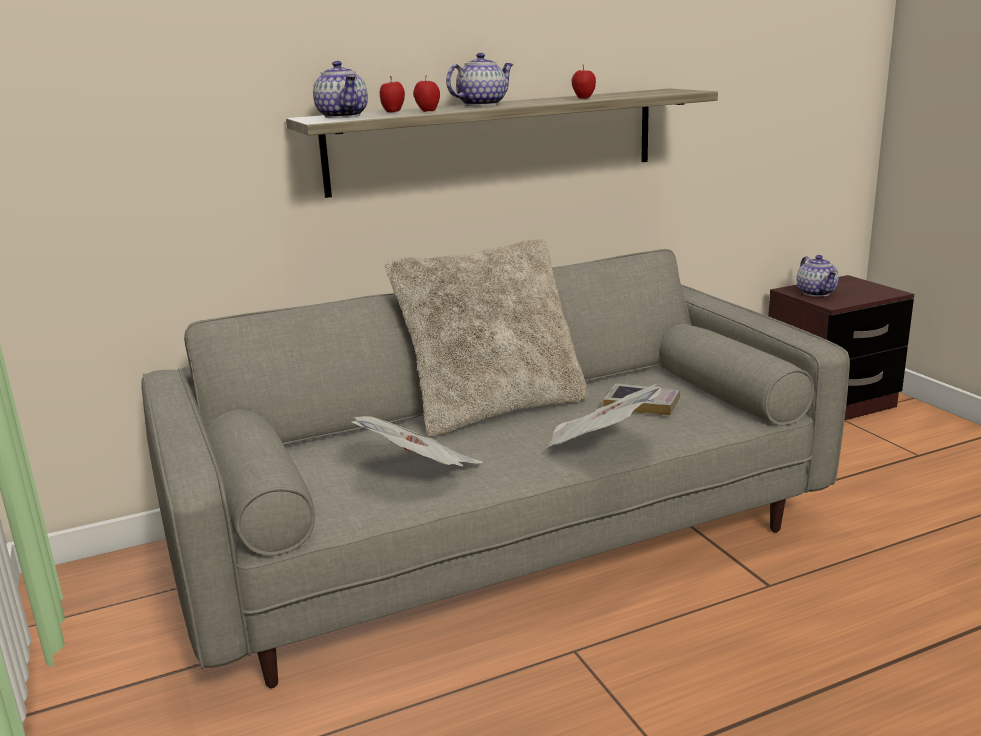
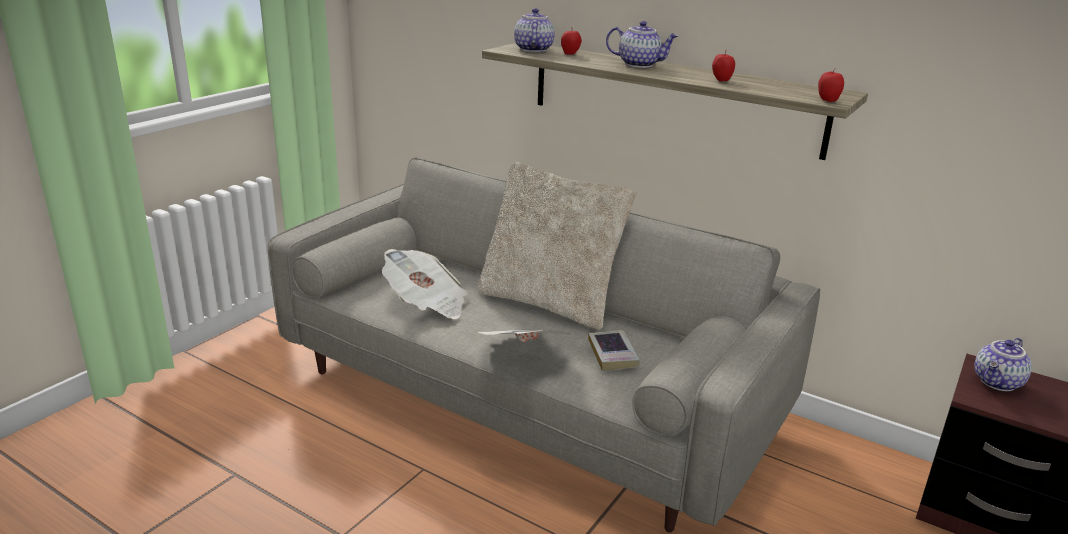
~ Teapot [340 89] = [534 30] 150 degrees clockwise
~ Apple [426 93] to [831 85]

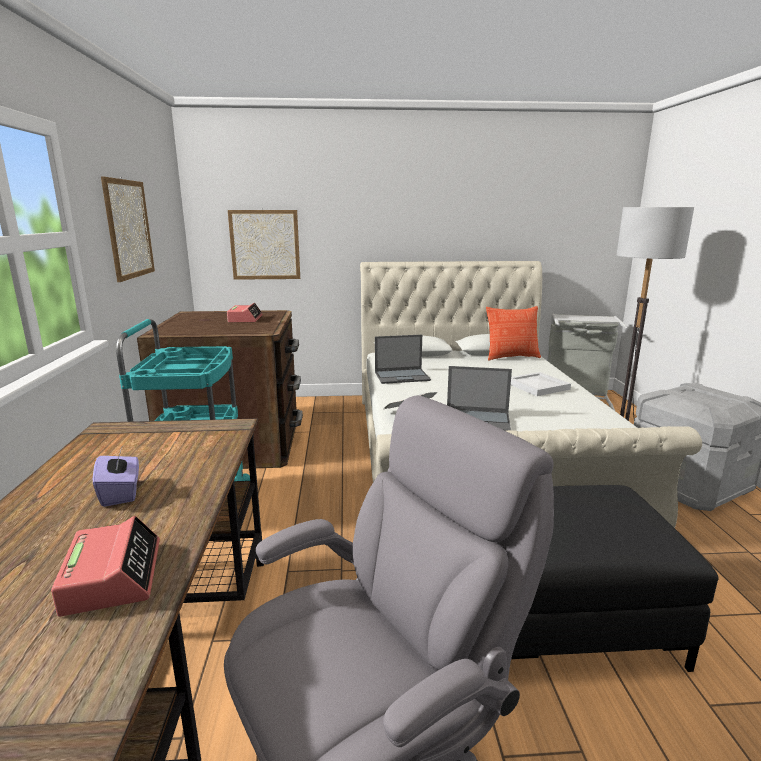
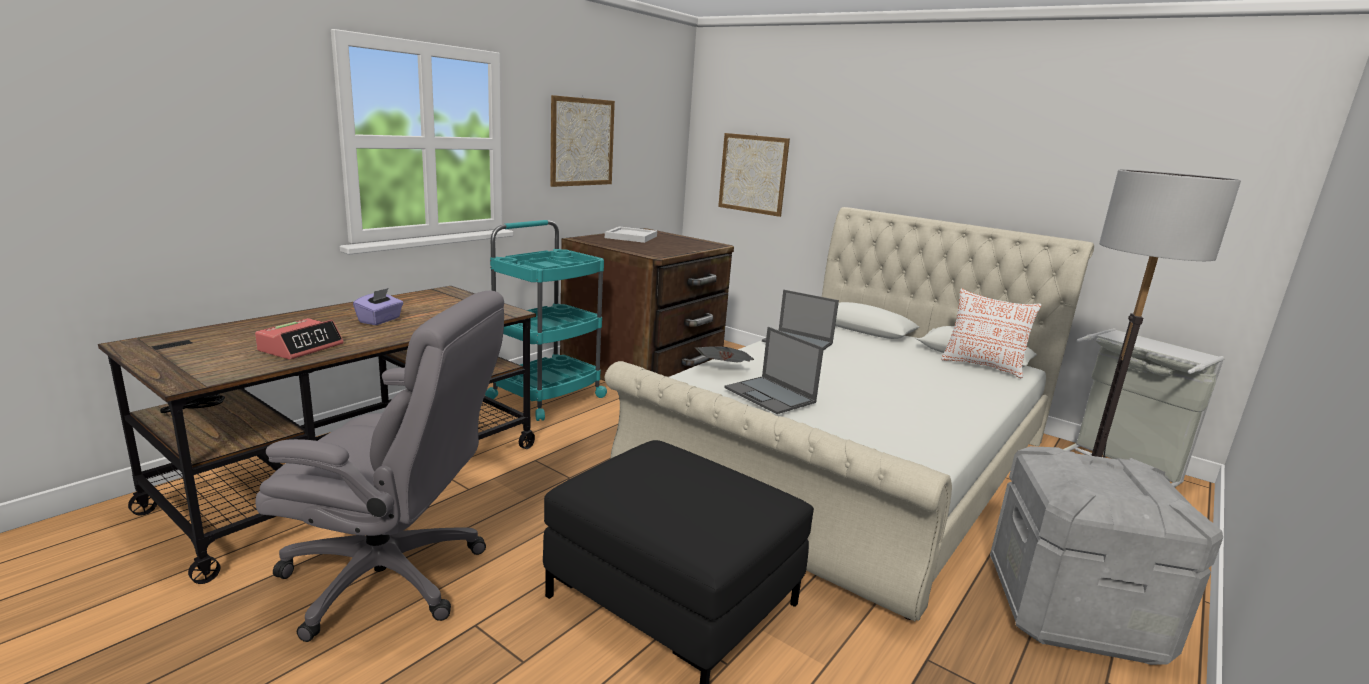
~ WhiteTray [541 384] to [631 235]
~ OrangePillow [513 333] to WhitePillow [991 333]
- AlarmClock [245 312]

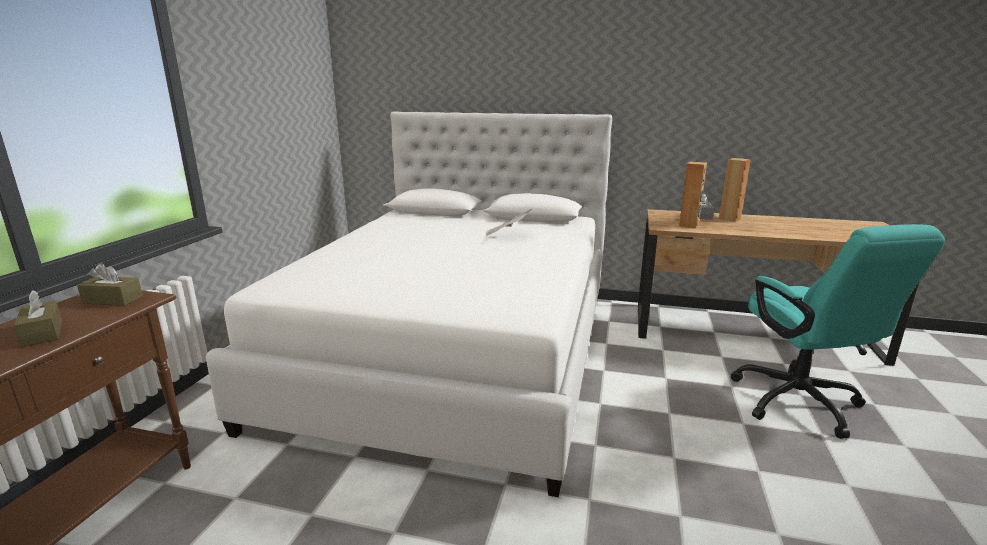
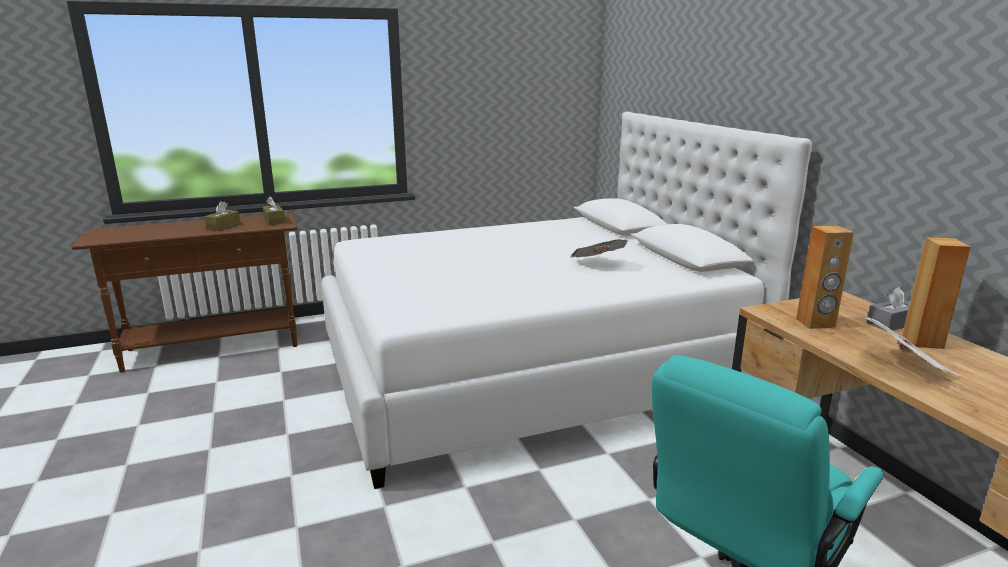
+ Newspaper [912 346]

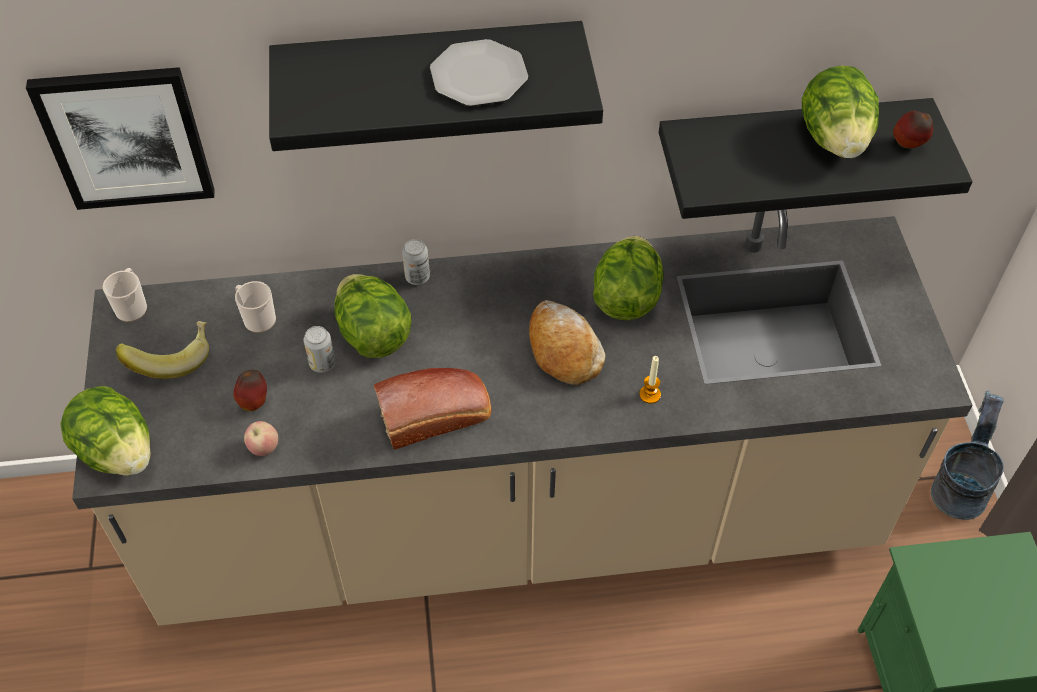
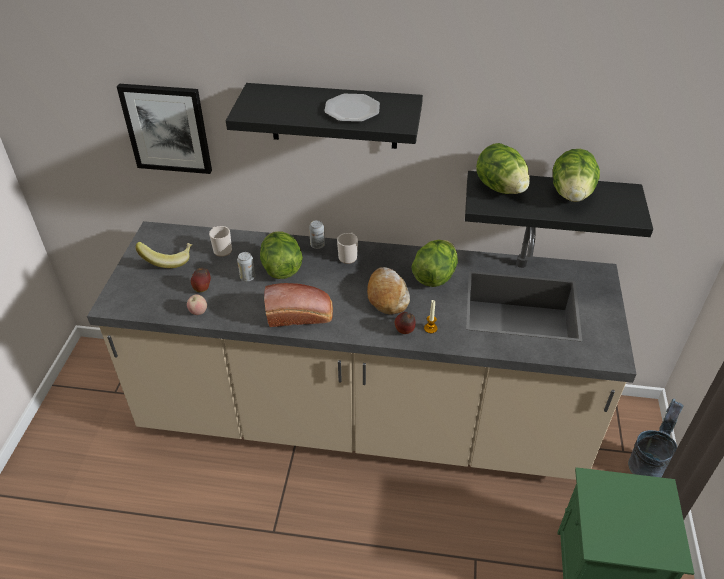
~ Mug [125 295] to [347 248]
~ Apple [913 129] to [405 323]
~ Lettuce [105 431] to [503 168]

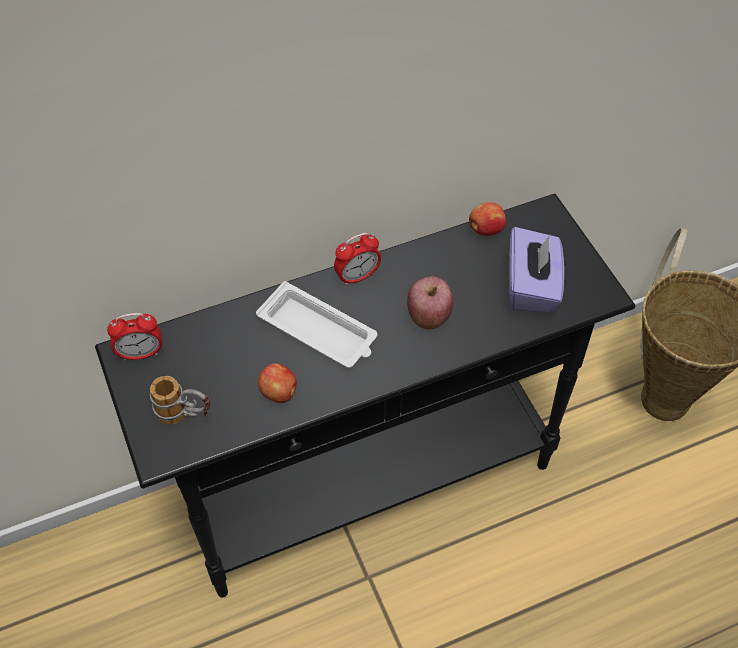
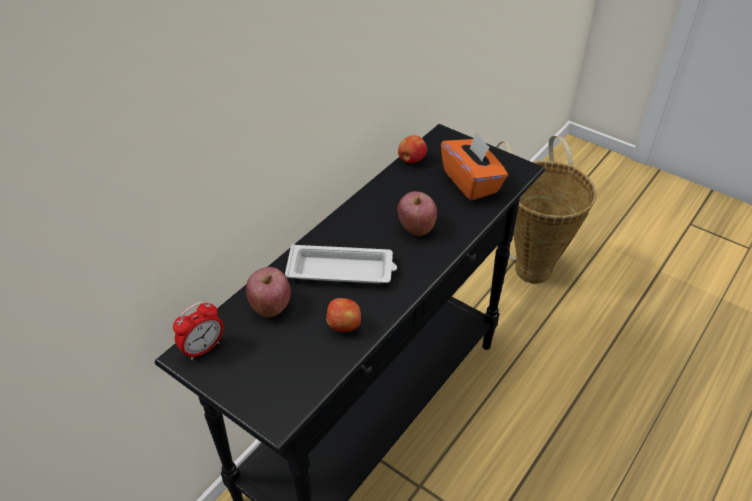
+ Apple [268 292]
~ PurpleTissueBox [536 270] to OrangeTissueBox [474 166]
- Mug [180 400]
- AlarmClock [357 259]

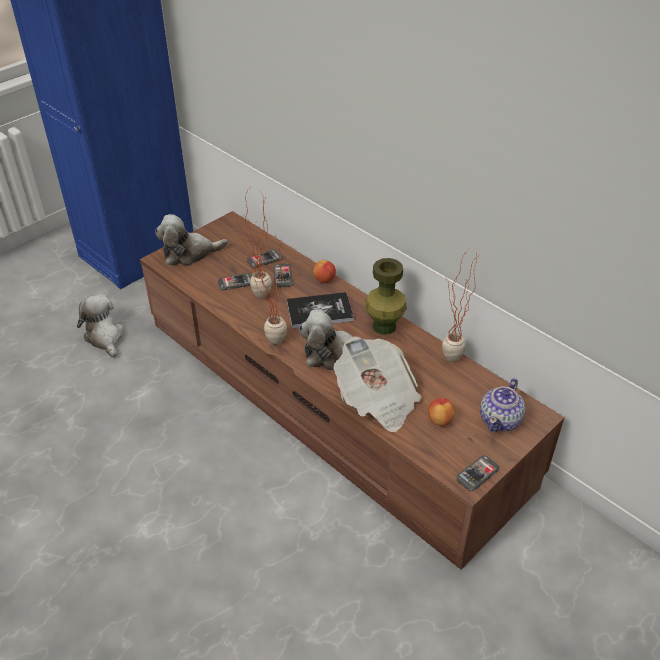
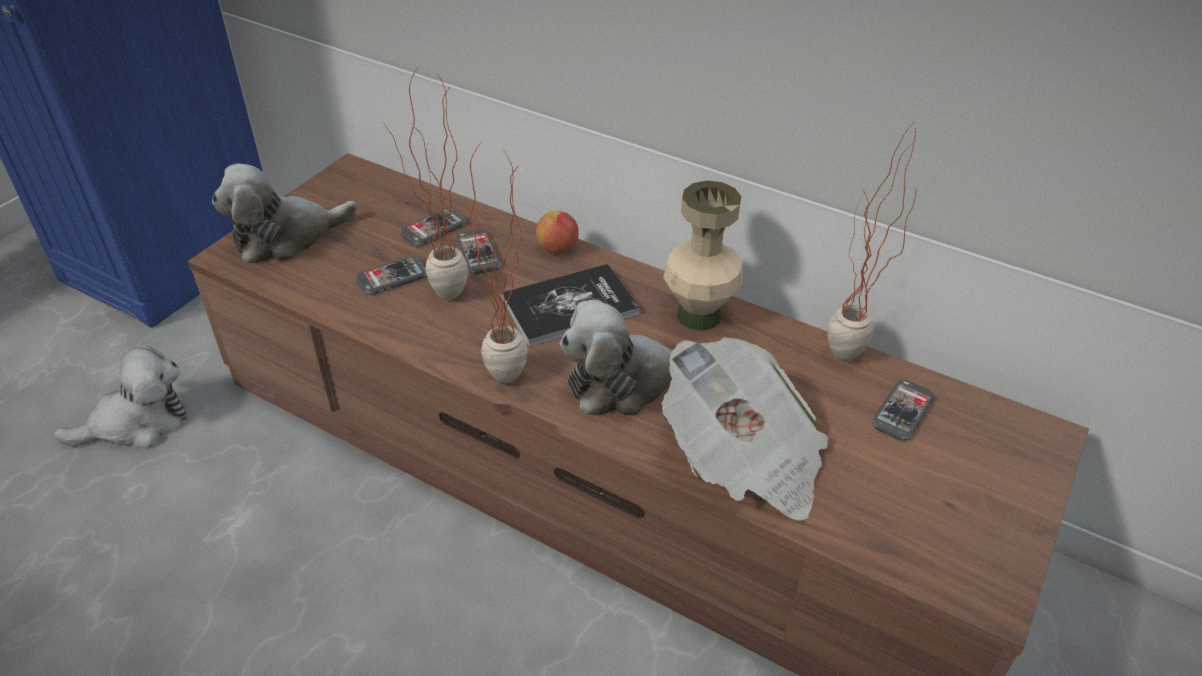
~ PlushToy [100 326] = [120 397] 105 degrees clockwise
~ GreenVase [386 296] to BeigeVase [703 255]
~ Phone [477 473] to [903 410]
- Apple [441 412]
- Teapot [502 405]

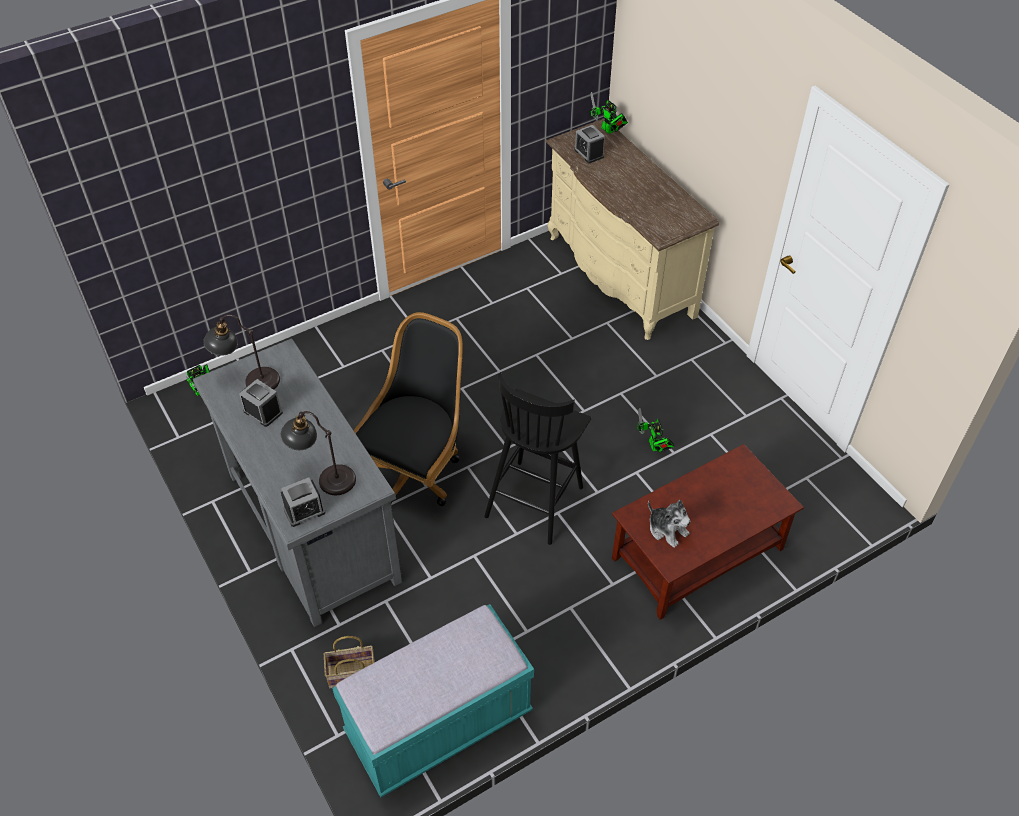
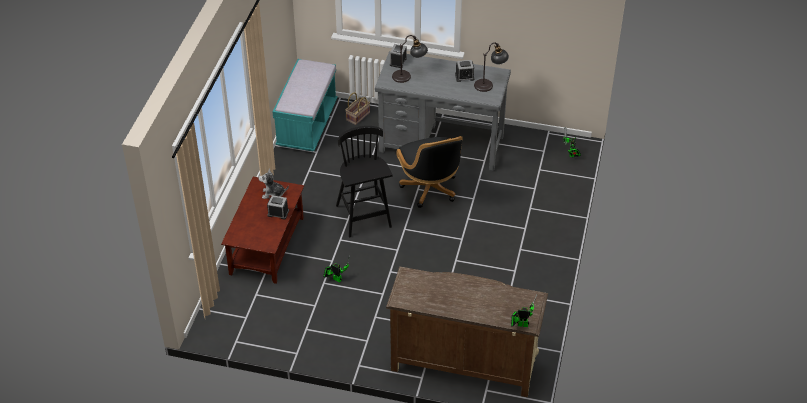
~ AlarmClock [589 144] to [278 207]

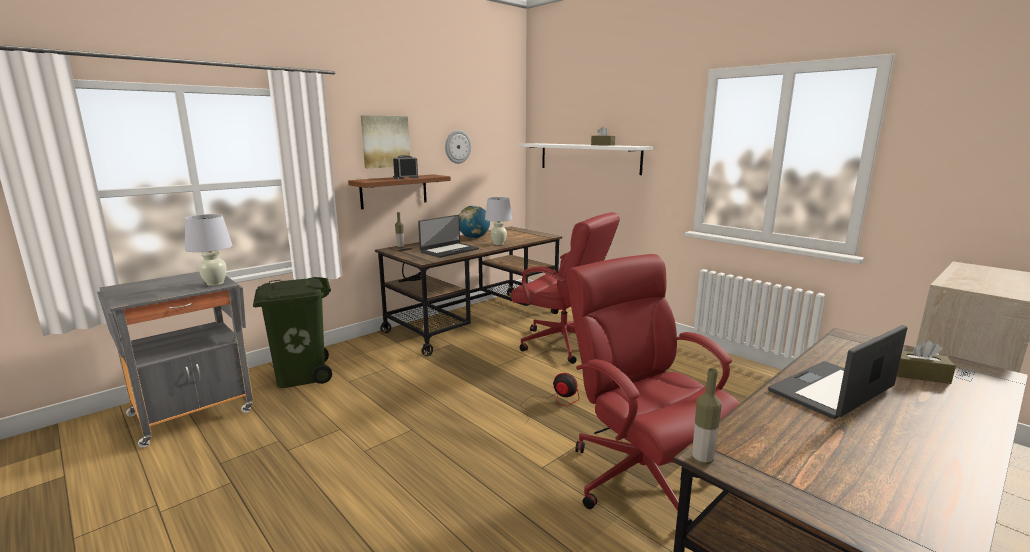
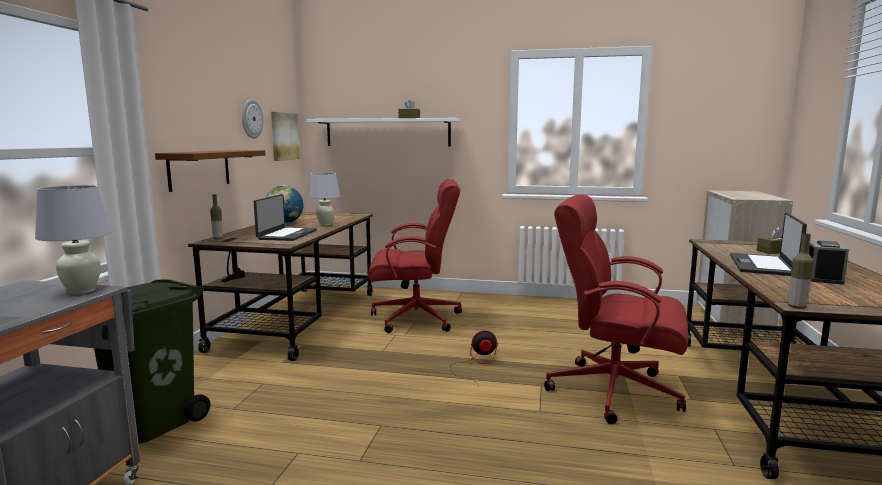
~ Picture [385 141] to [285 136]
~ AlarmClock [406 167] to [828 262]

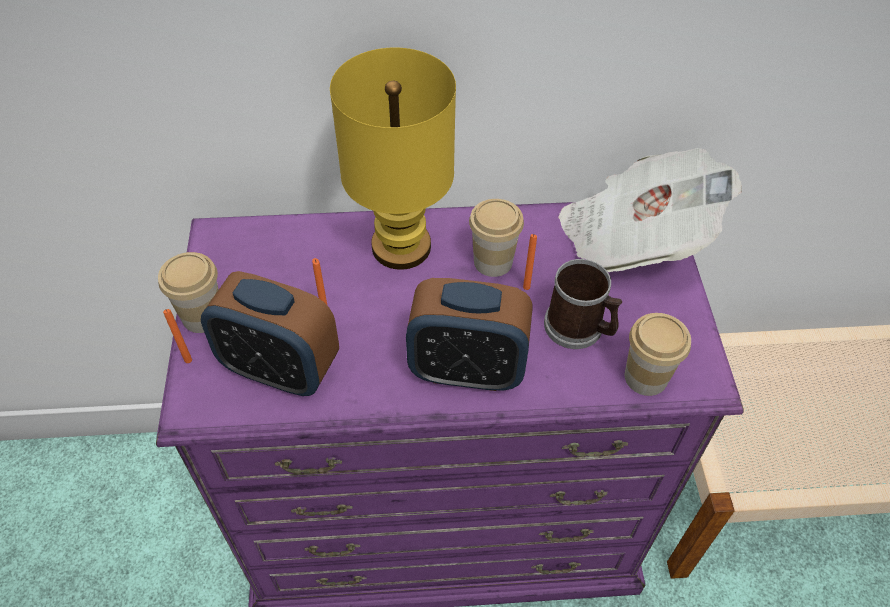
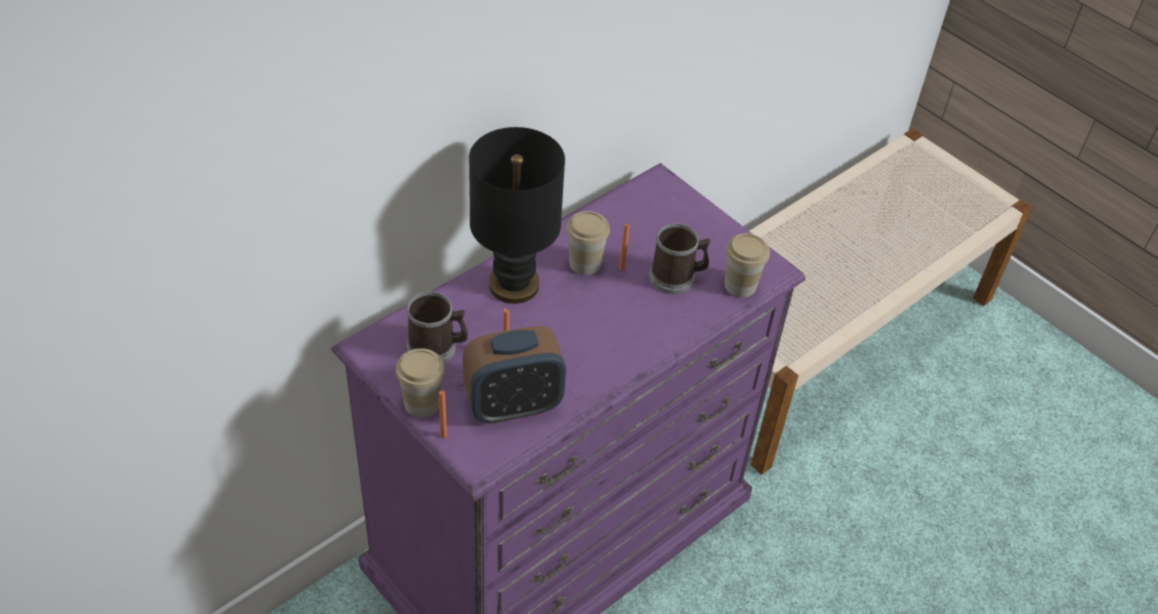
+ Mug [437 327]
~ YellowTableLamp [393 159] to BlackTableLamp [517 215]
- AlarmClock [469 334]
- Newspaper [650 210]

